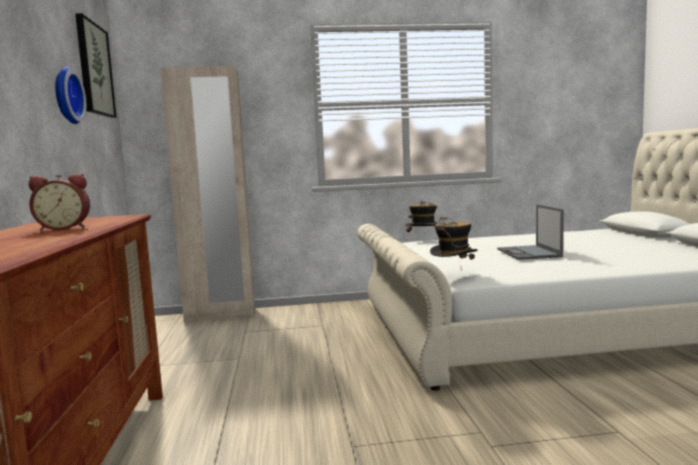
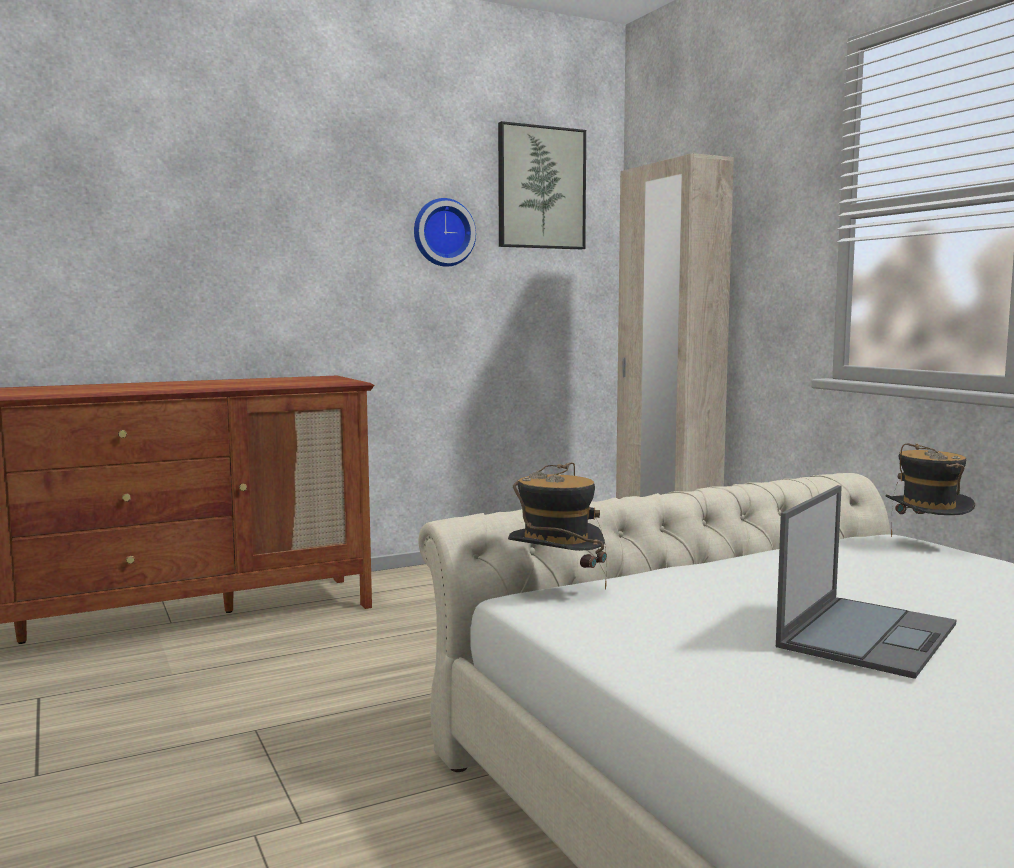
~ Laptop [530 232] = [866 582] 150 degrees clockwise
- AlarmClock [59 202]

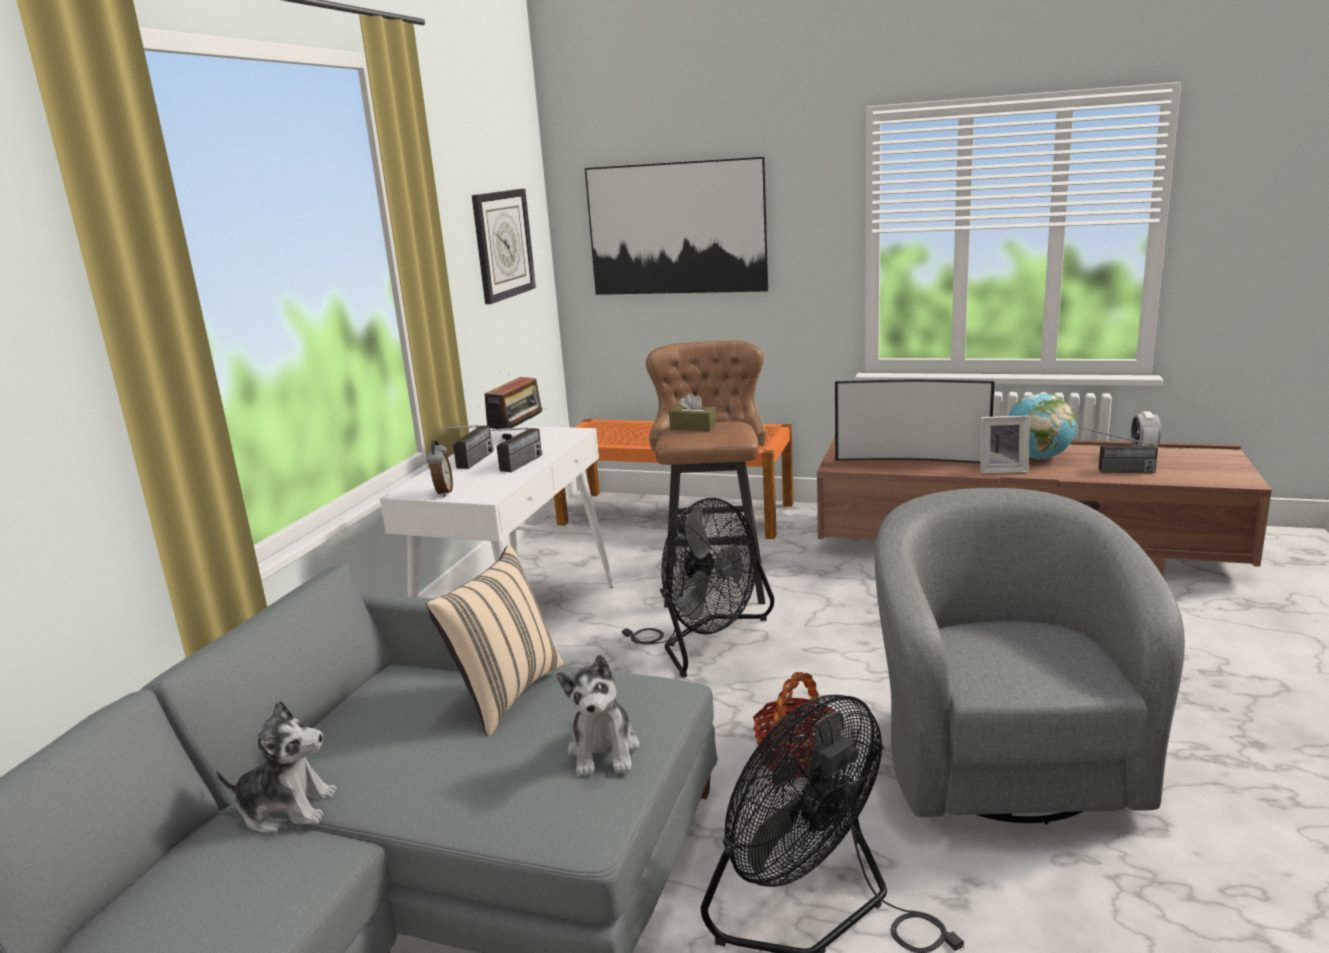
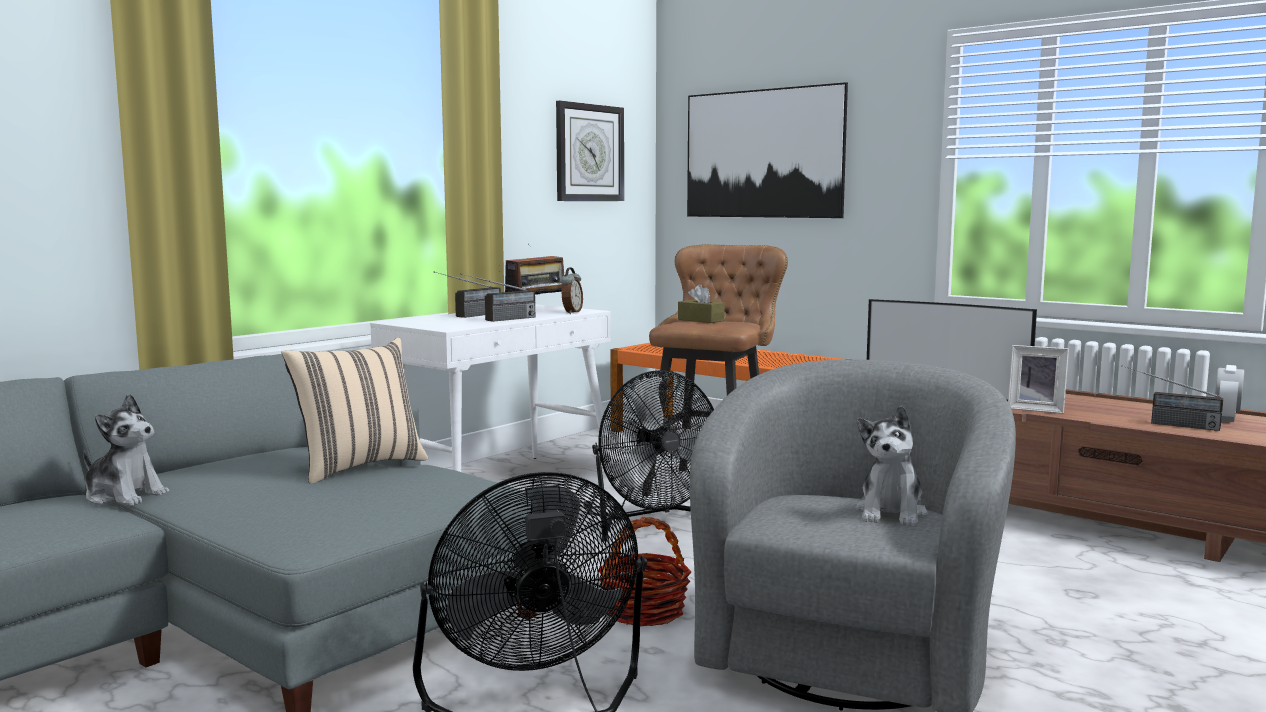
~ AlarmClock [439 468] to [571 290]
~ PlushToy [598 715] to [891 466]
- Globe [1042 426]

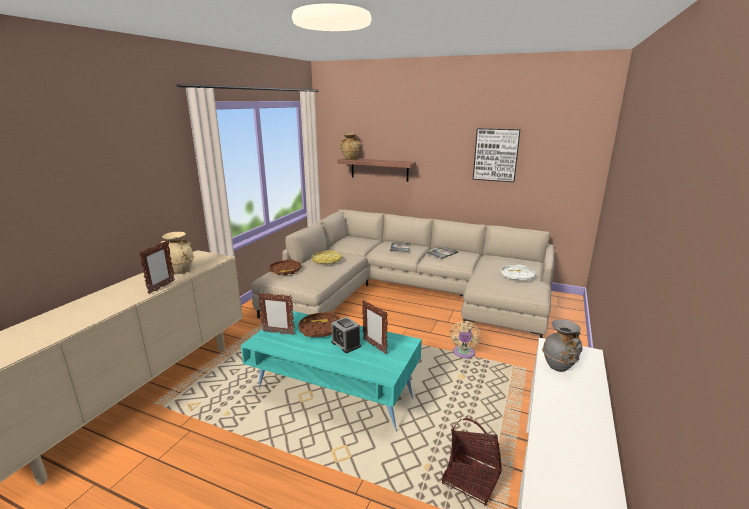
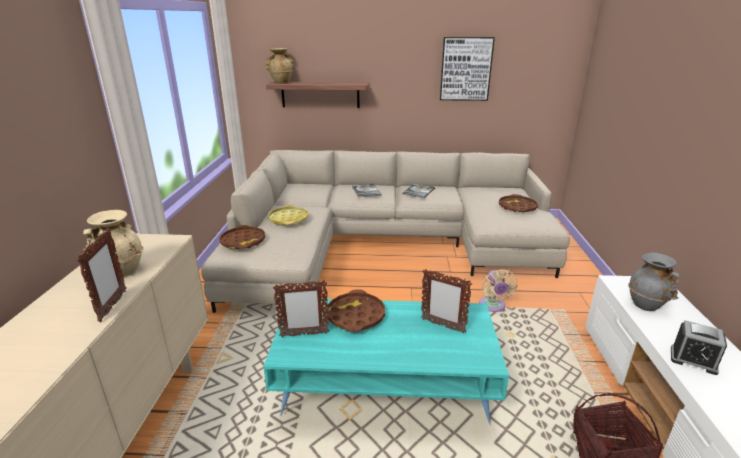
~ WhiteTray [518 273] to BrownTray [518 203]
~ AlarmClock [346 335] to [699 347]

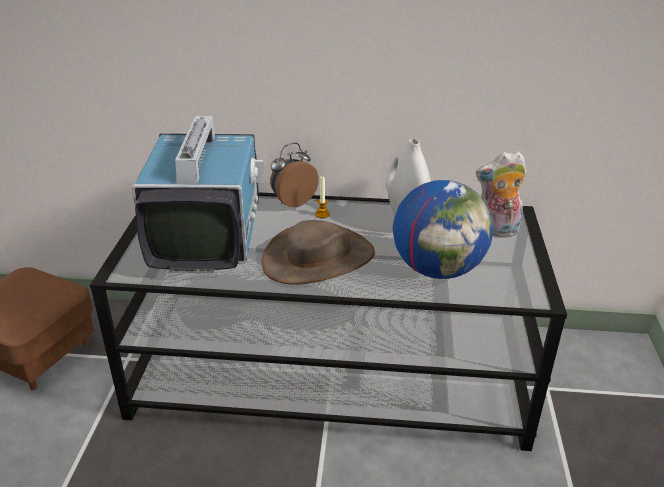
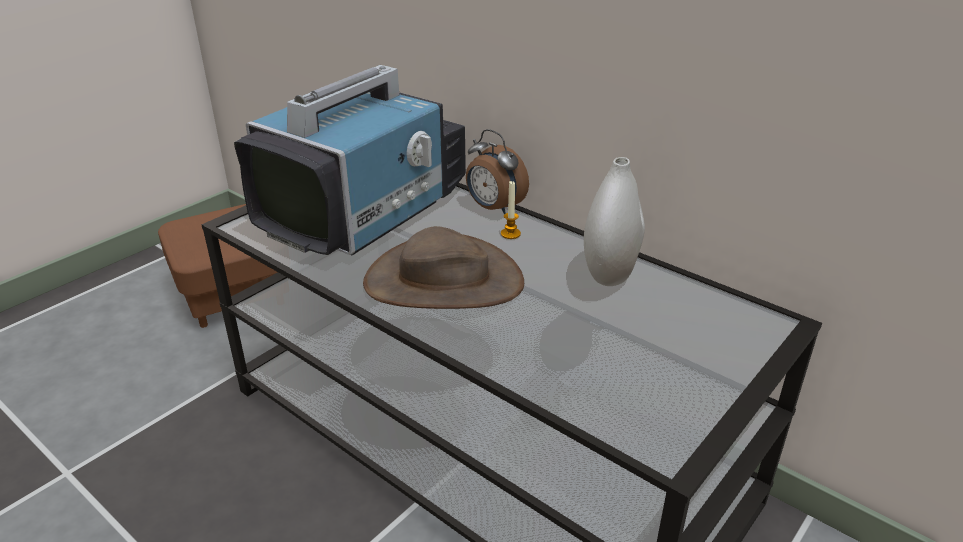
~ AlarmClock [294 174] = [497 171] 135 degrees counterclockwise
- Globe [443 229]
- PlushToy [501 194]

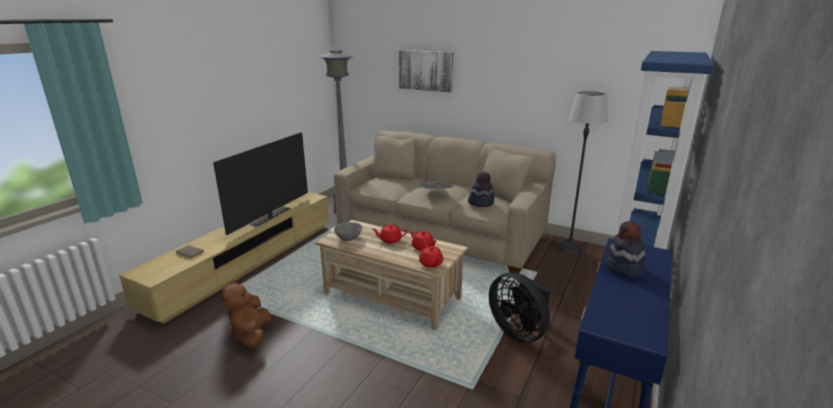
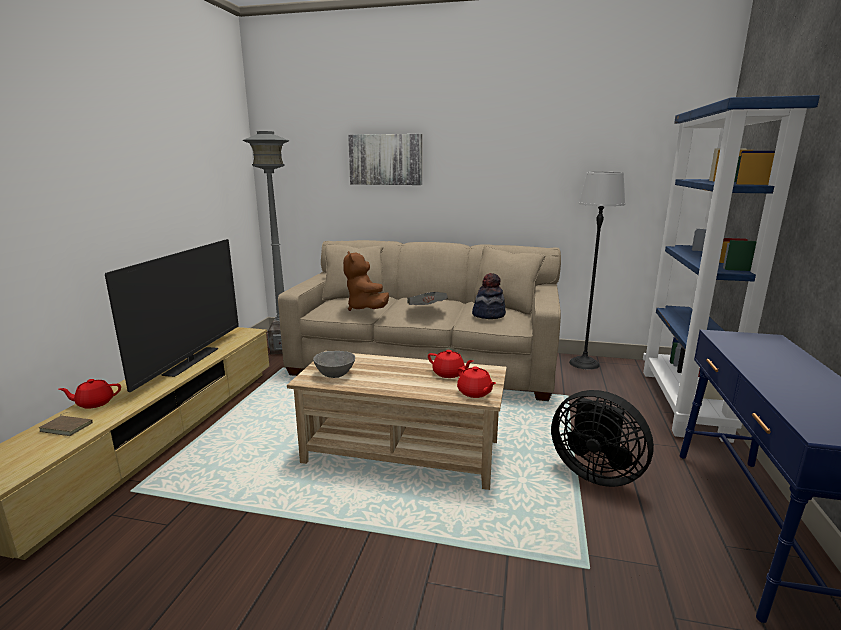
~ RedTeapot [389 234] to [90 394]
~ BrownPlushToy [246 313] to [366 281]
- Hat [625 249]

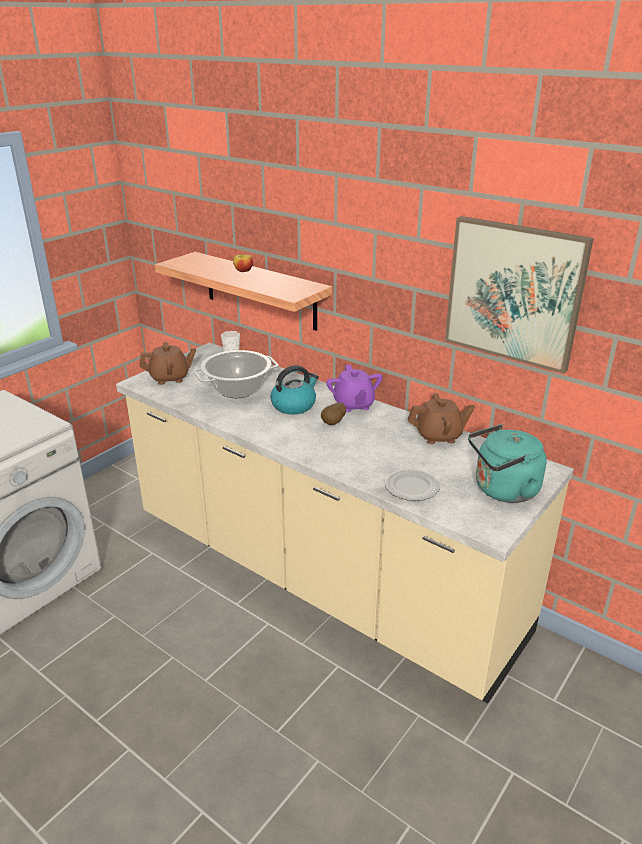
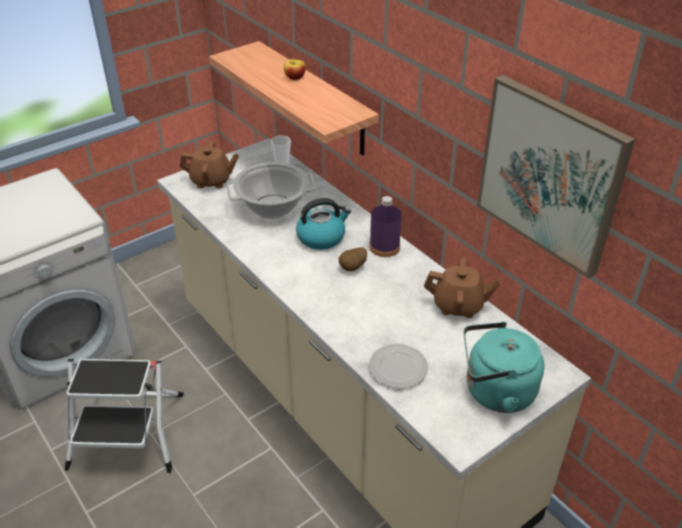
+ StepLadder [124 416]
~ PurpleTeapot [354 388] to PurpleBottle [385 226]

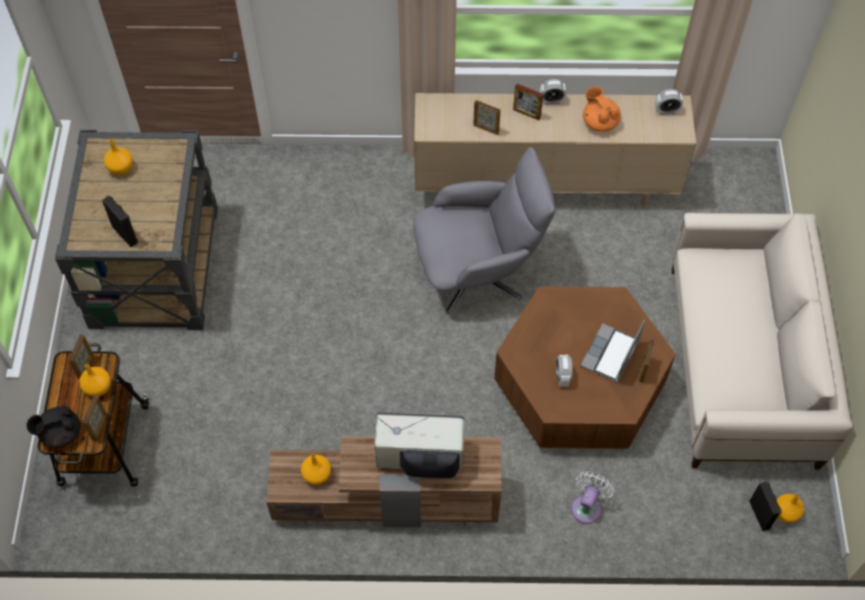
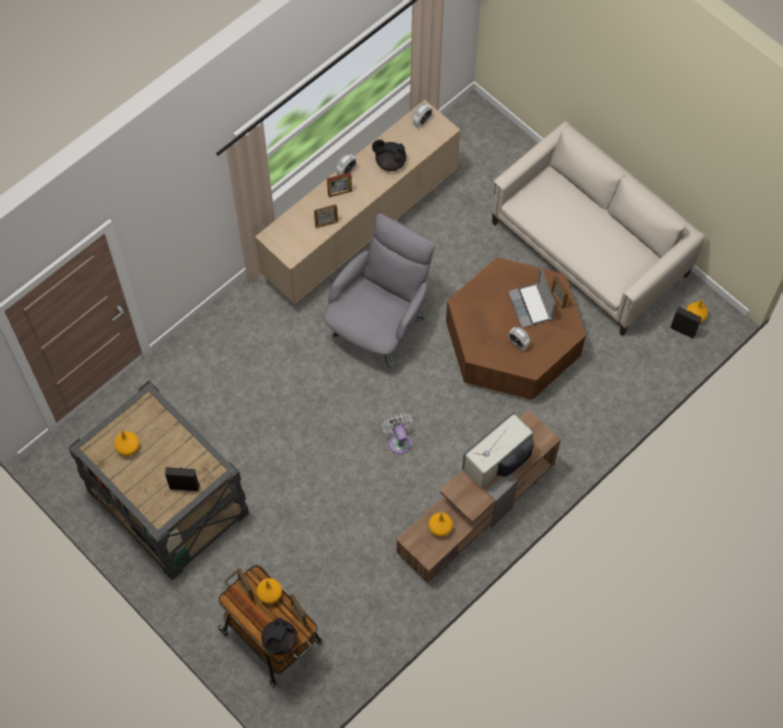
~ OrangeTeapot [602 109] to BlackTeapot [389 155]
~ WhiteFan [592 498] to [397 433]

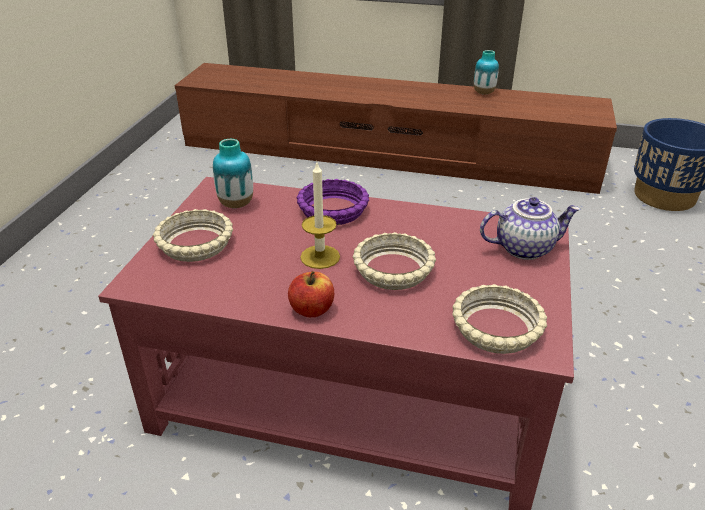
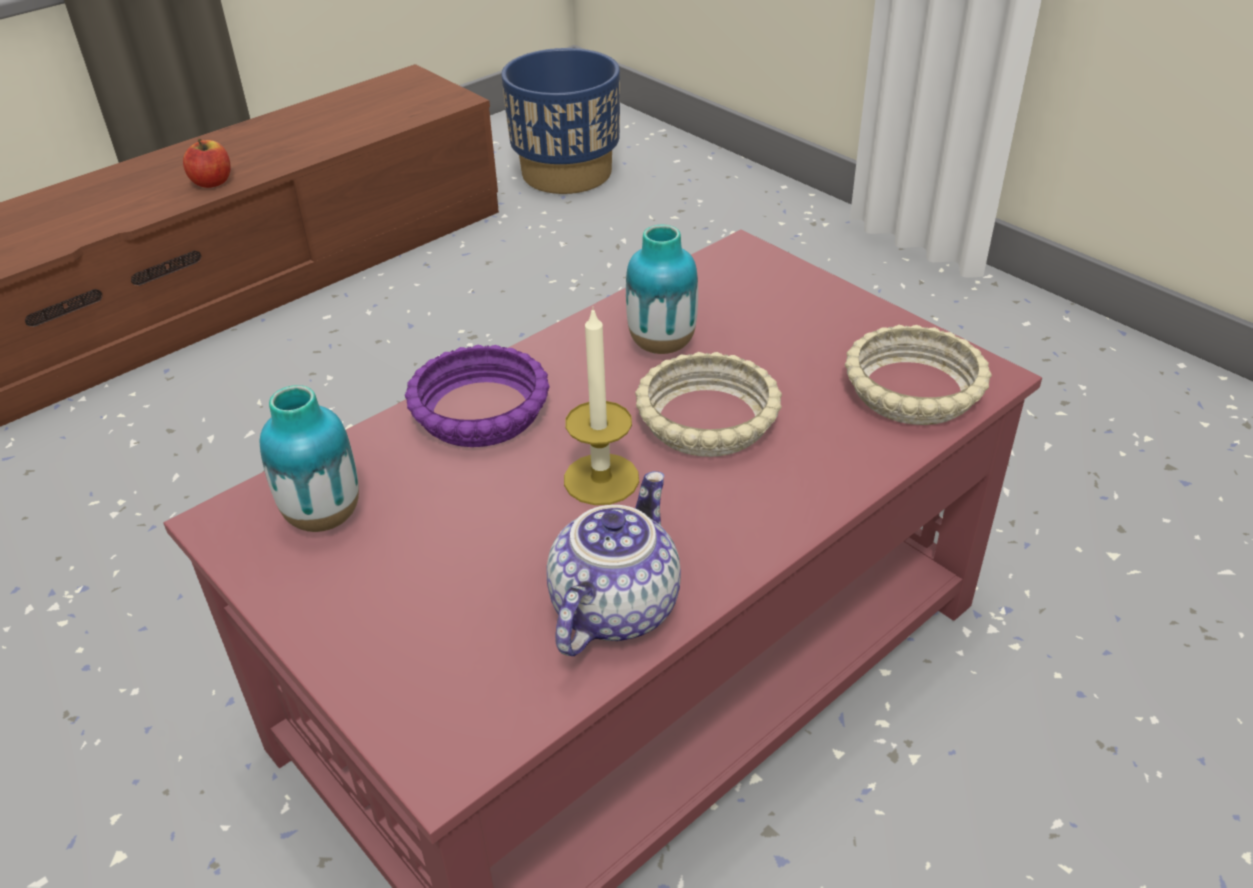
~ Apple [311 294] to [207 163]
~ Teapot [530 228] to [613 563]
~ Vase [486 72] to [662 289]
- BeigeBowl [193 235]

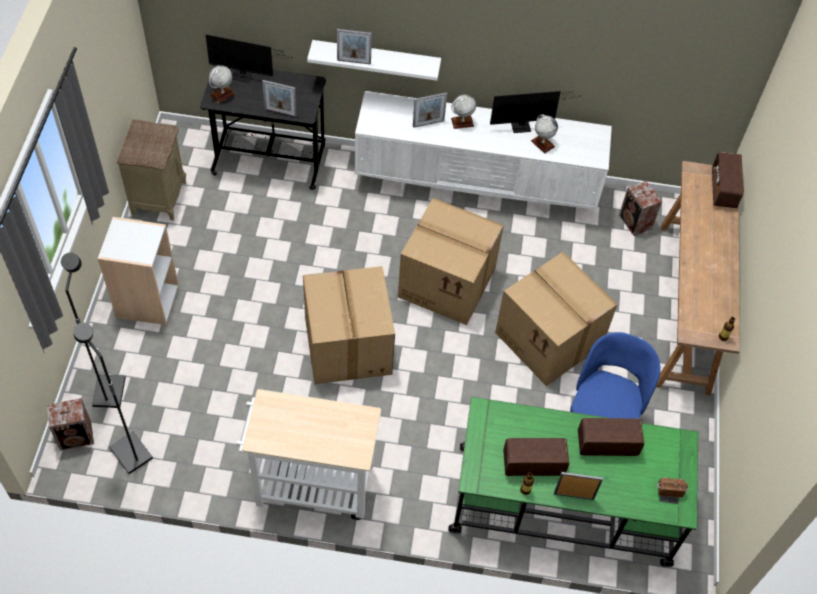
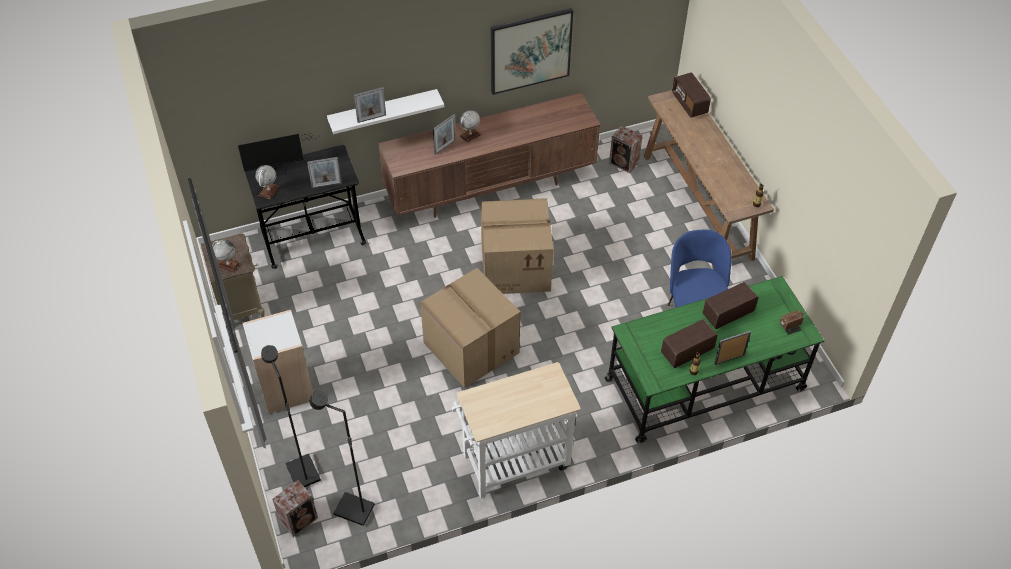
~ Globe [544 133] to [226 256]
~ WhiteCabinet [483 153] to BrownCabinet [489 155]
+ Picture [532 51]
- Monitor [535 112]
- CardboardBox [556 319]

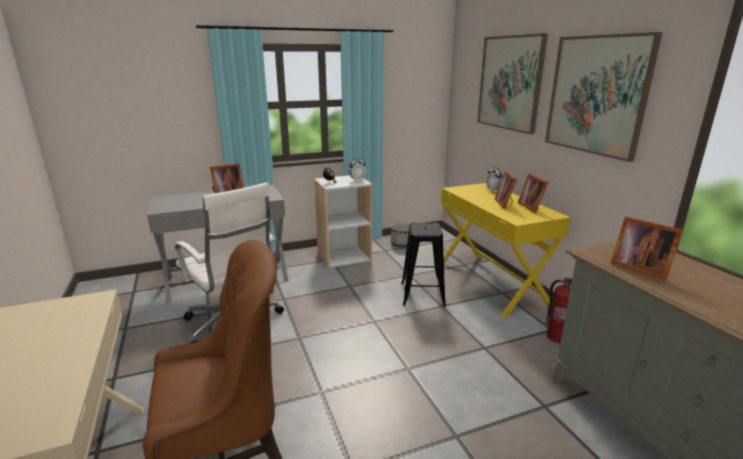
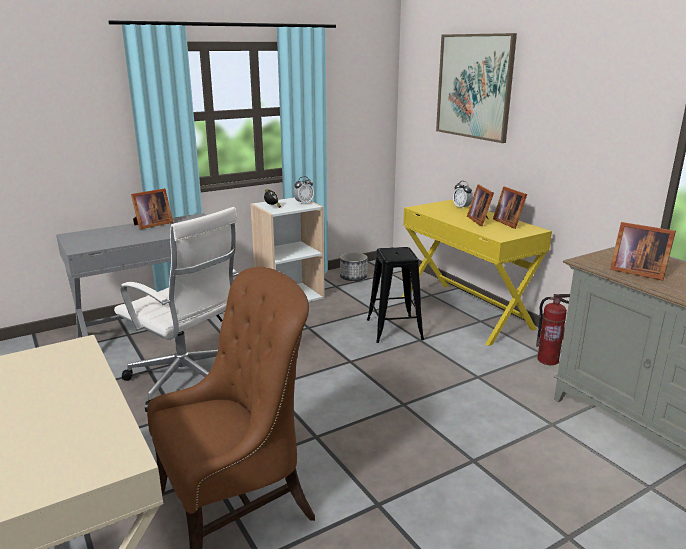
- Picture [603 97]

